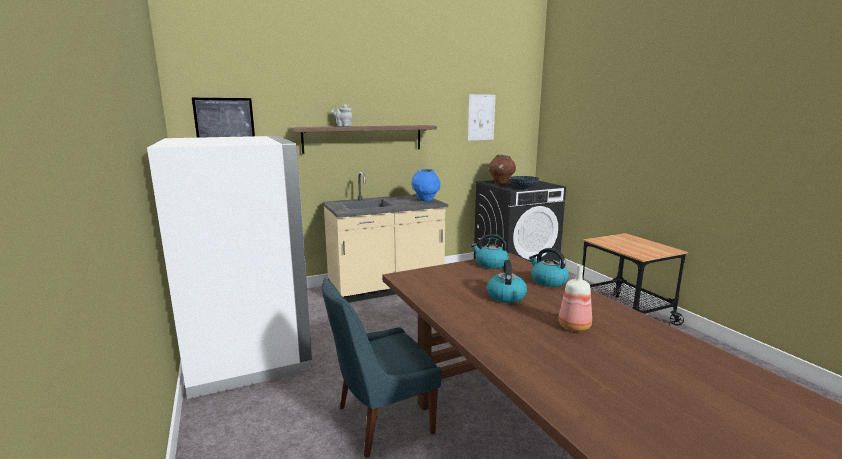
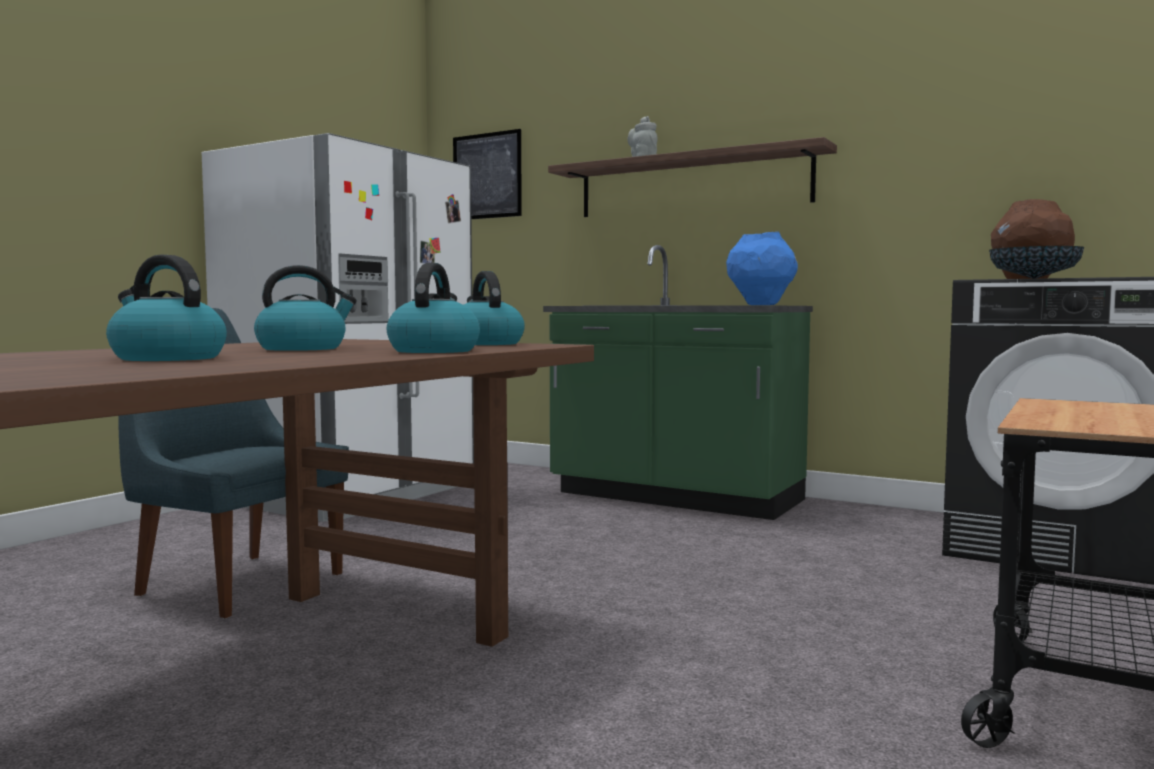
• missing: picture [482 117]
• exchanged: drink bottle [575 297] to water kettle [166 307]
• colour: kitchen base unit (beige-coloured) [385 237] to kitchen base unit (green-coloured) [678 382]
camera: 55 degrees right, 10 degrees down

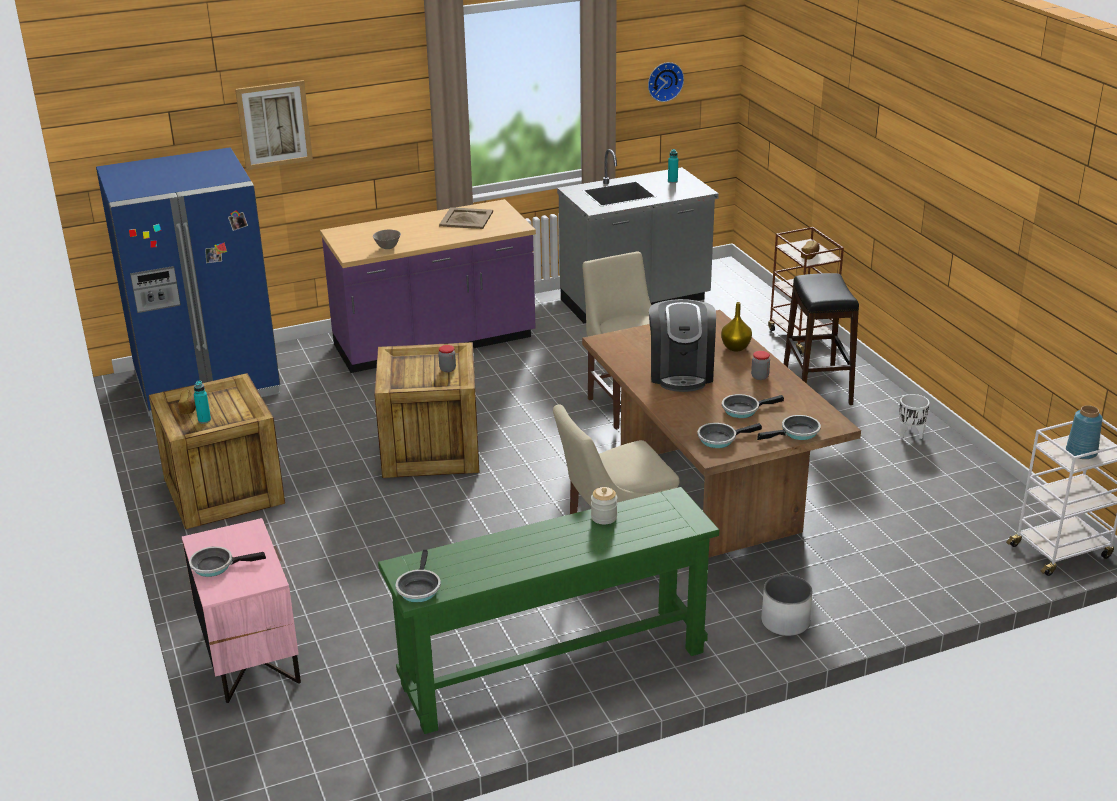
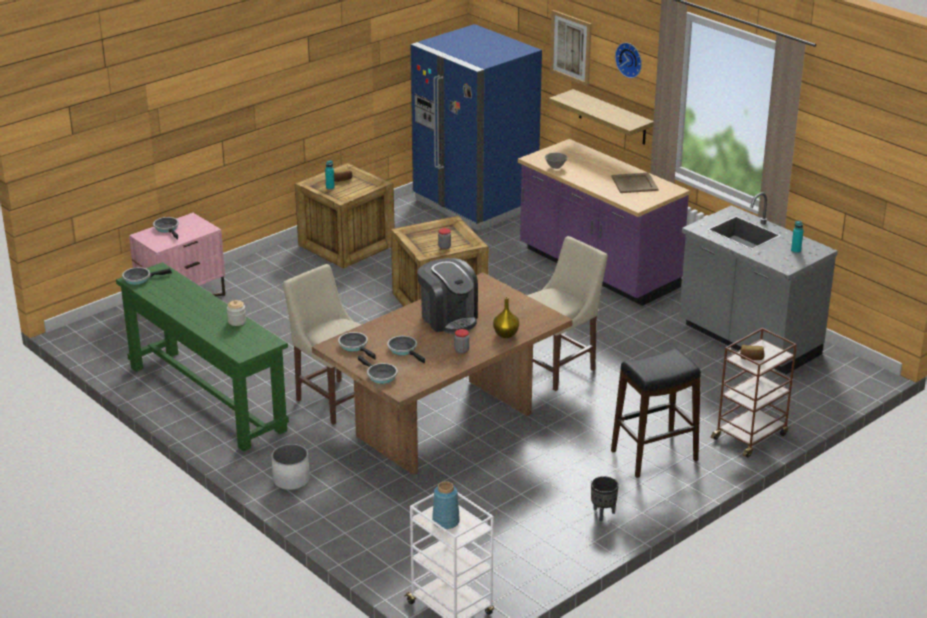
• appeared: shelf [601 117]
• relocated: clock on the wall [666 82] to [628 60]
• colour: planter (white) [914 416] to planter (black) [605 499]
• spun: coffee maker [682 345] = [447 296] 105 degrees counterclockwise
camera: 70 degrees right, 0 degrees up

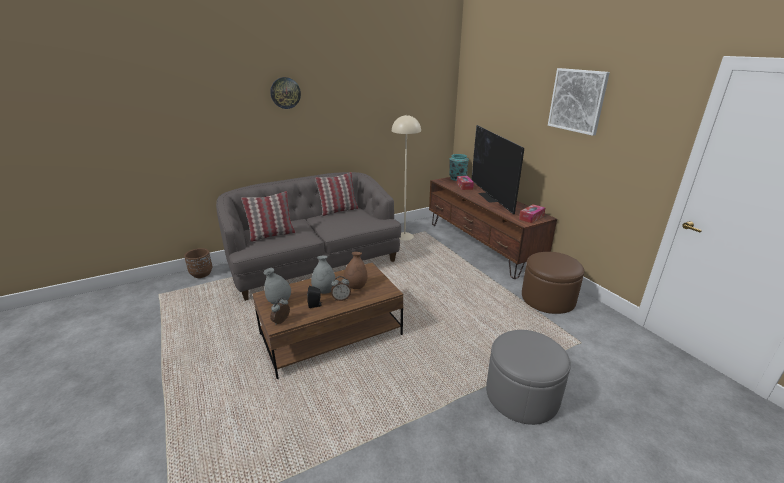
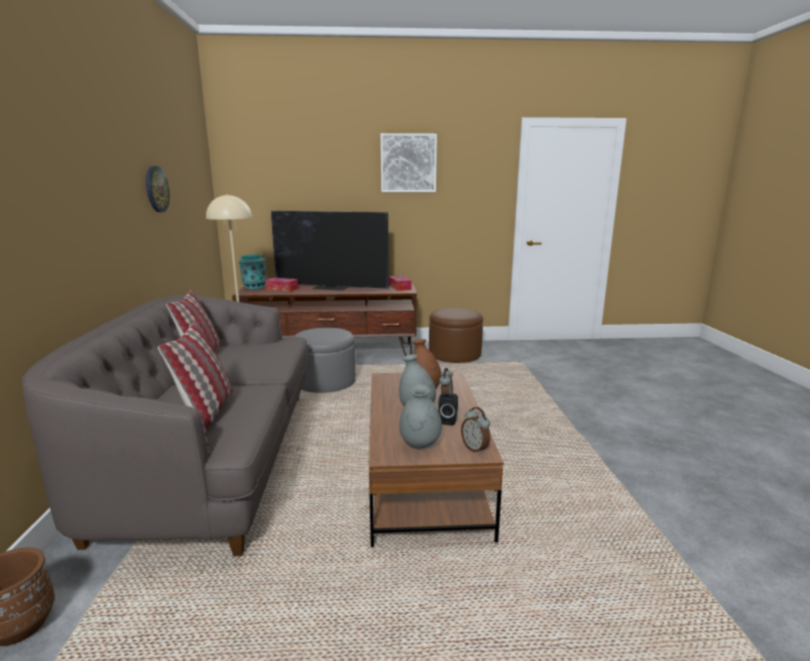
• relocated: clock on the wall [285 93] to [158 189]
• relocated: ottoman (gray) [528 377] to [325 360]
camera: 65 degrees left, 10 degrees down

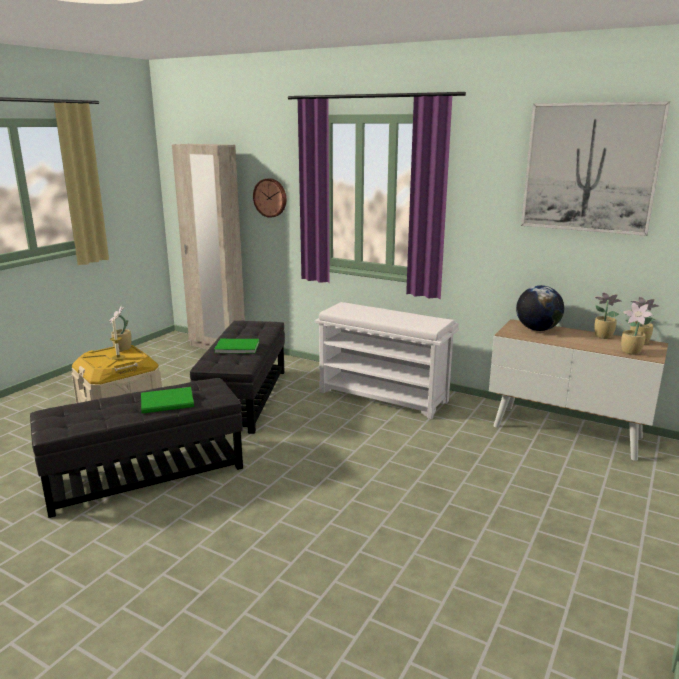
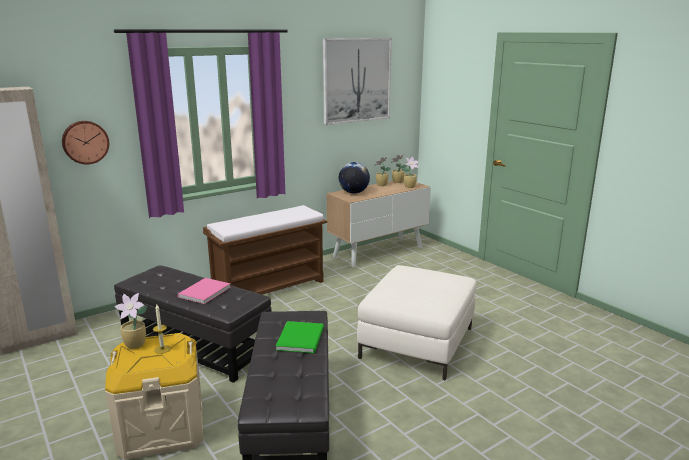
• appeared: ottoman (white) [417 323]
• colour: book (green-coloured) [236 346] to book (pinkish) [204 291]
• colour: indoor bench (white) [386 360] to indoor bench (brown-coloured) [265 250]
camera: 65 degrees left, 0 degrees up

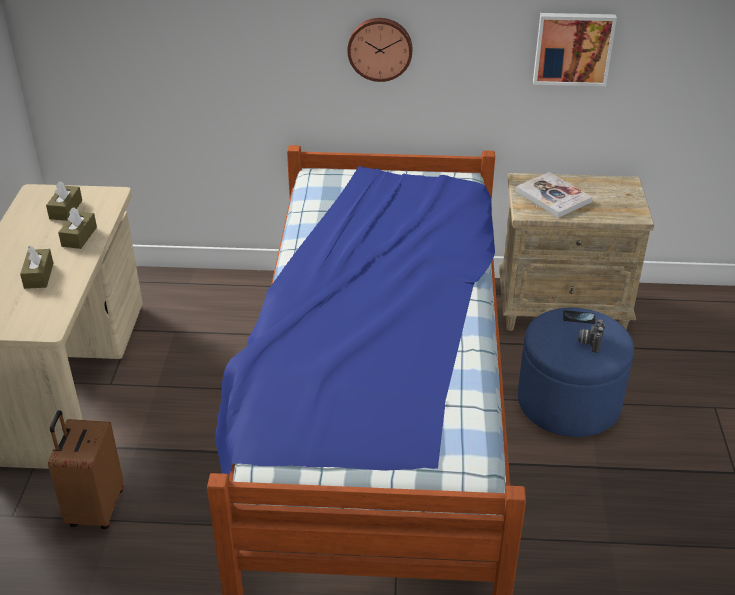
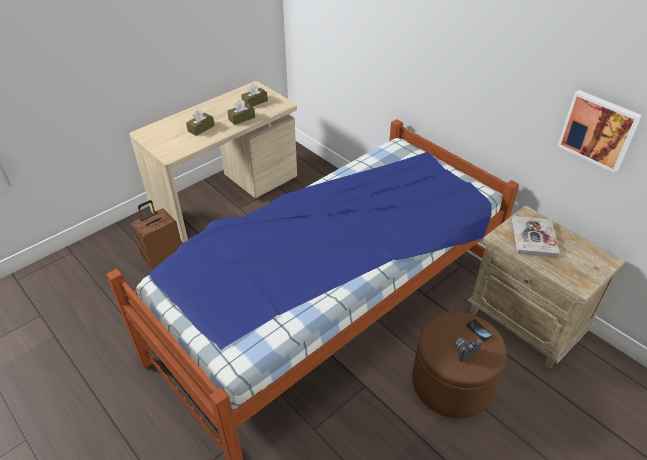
• missing: clock on the wall [379 50]
• colour: ottoman (blue-coloured) [576 372] to ottoman (brown-coloured) [459 365]
camera: 45 degrees right, 5 degrees up

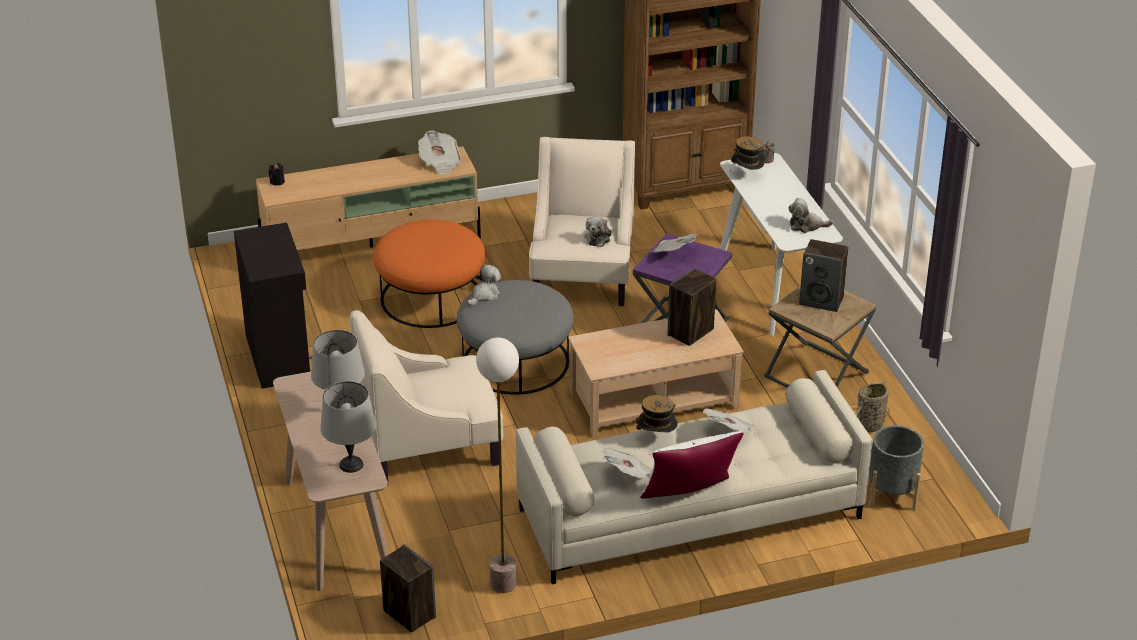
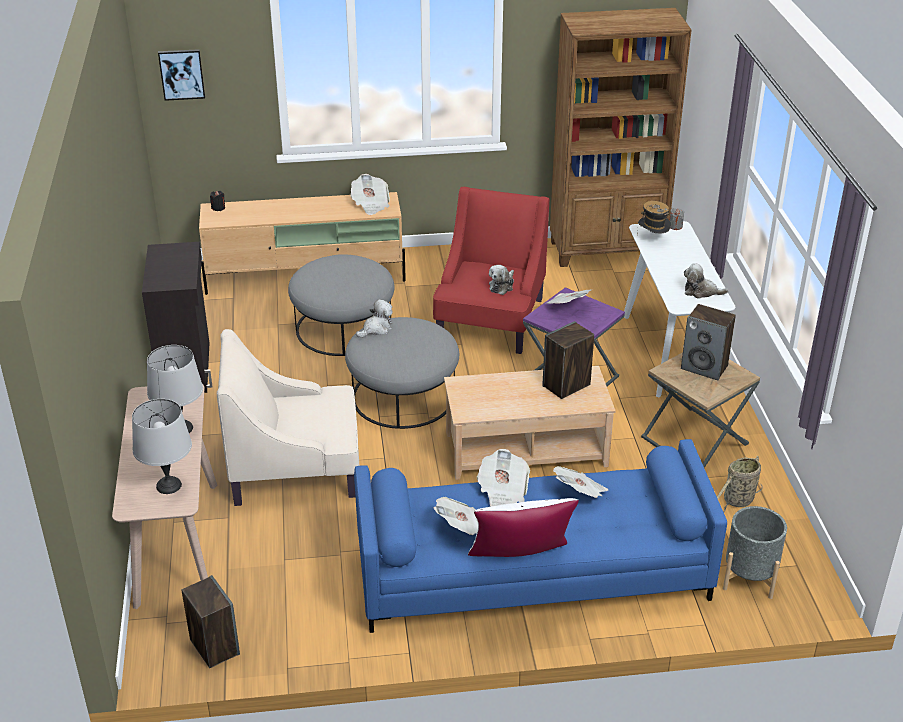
• missing: floor lamp [497 465]
• appeared: picture [181 75]
• exchanged: wearable hat [657 413] to printed paper [503 477]
• colour: ottoman (orange) [429 273] to ottoman (gray) [341 305]
• colour: settee (beige-coloured) [694 477] to settee (blue-coloured) [540 536]
• colour: armchair (beige-coloured) [582 221] to armchair (red) [491 270]
camera: 10 degrees right, 0 degrees up

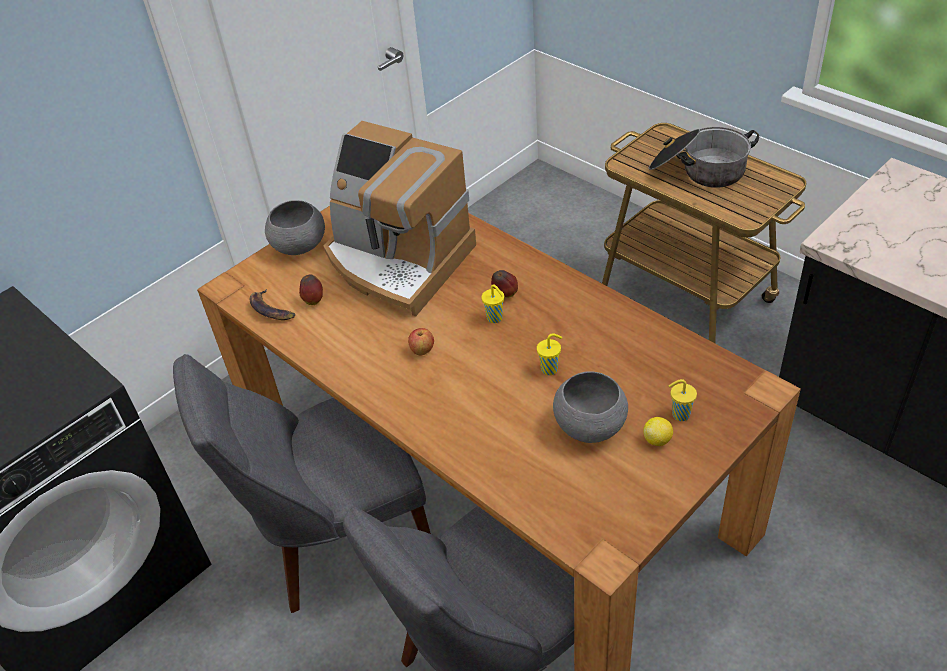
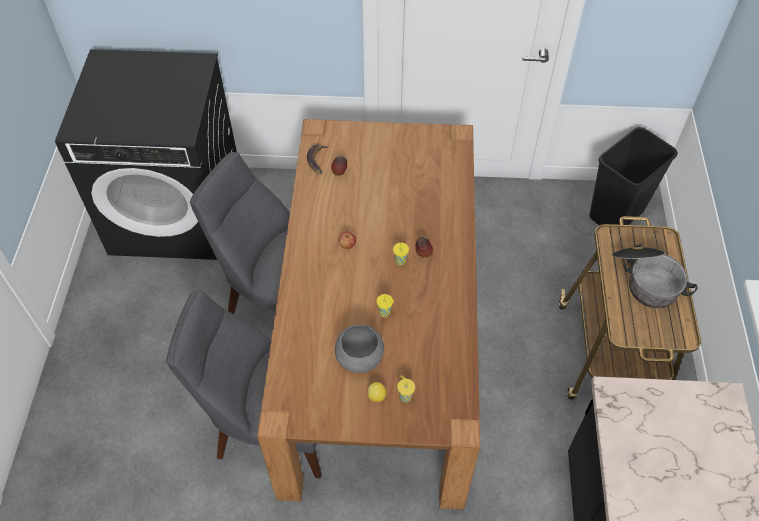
• missing: deep dish (gray) [295 227]
• missing: coffee maker [400 219]
• appeared: trash can (black) [633 180]
camera: 45 degrees right, 10 degrees up

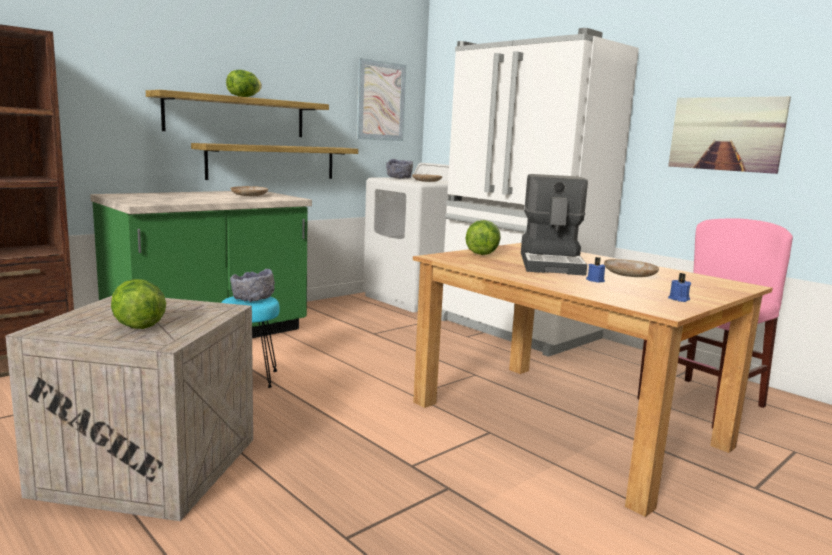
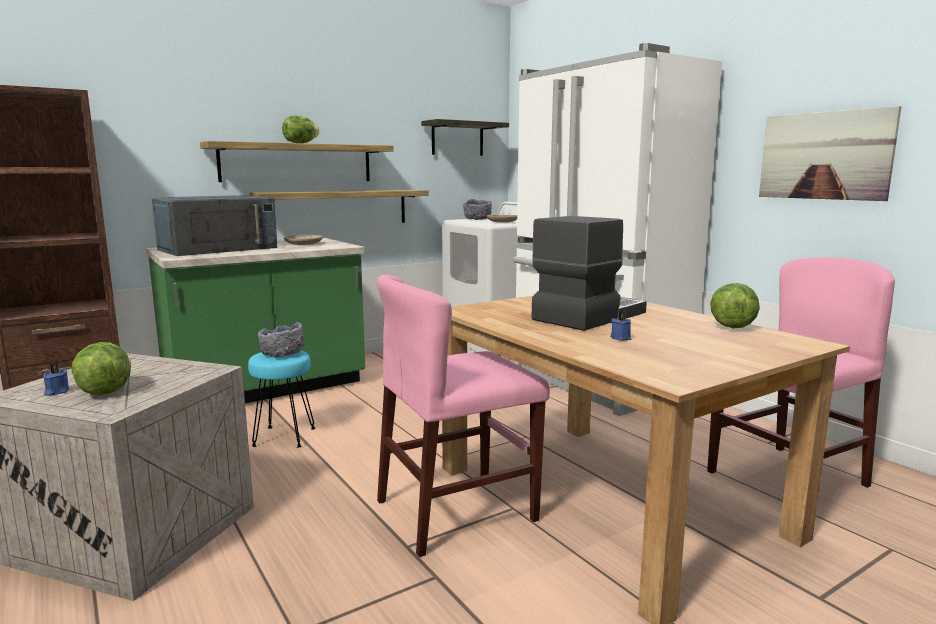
• missing: dinner plate (beige-coloured) [631 268]
• appeared: microwave oven (blue-coloured) [214 225]
• appeared: plain chair (pinkish) [463 415]
• relocated: lettuce head [483 237] to [735 305]
• relocated: wax light (blue-coloured) [679 287] to [56 379]
• exchanged: picture [381 99] to shelf [465 137]
• spun: coffee maker [554 225] = [589 273] 150 degrees counterclockwise
camera: 10 degrees right, 0 degrees up

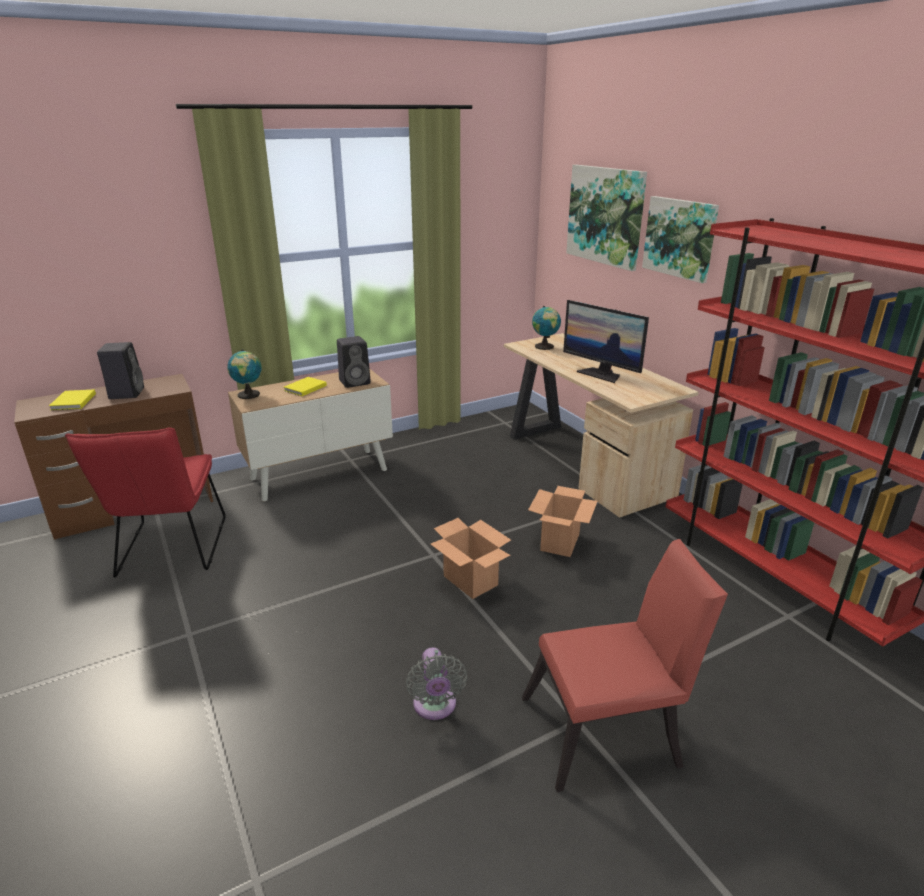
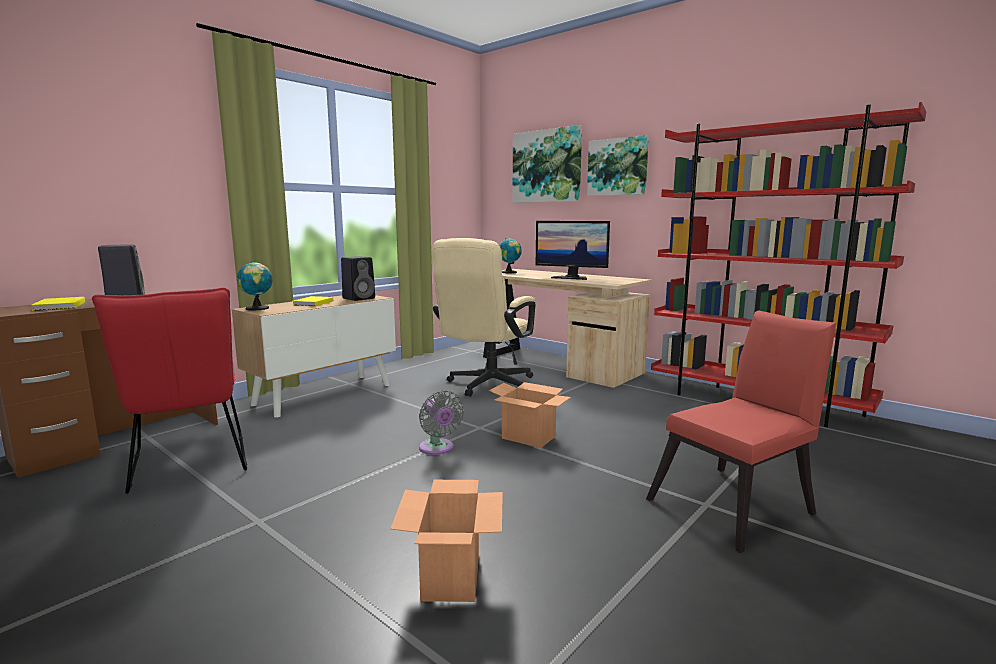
• appeared: computer chair (beige-coloured) [484 317]
• relocated: cooling fan (gray) [436 683] to [441 422]
• relocated: carton [563 521] to [447 541]
camera: 20 degrees left, 15 degrees down

